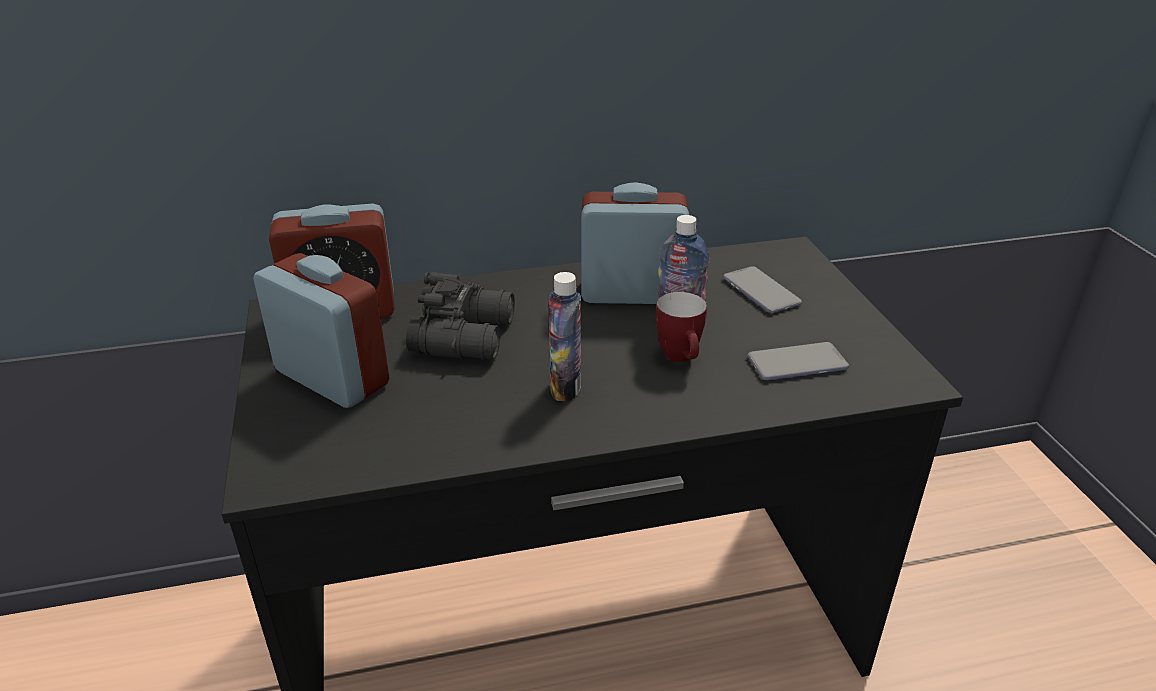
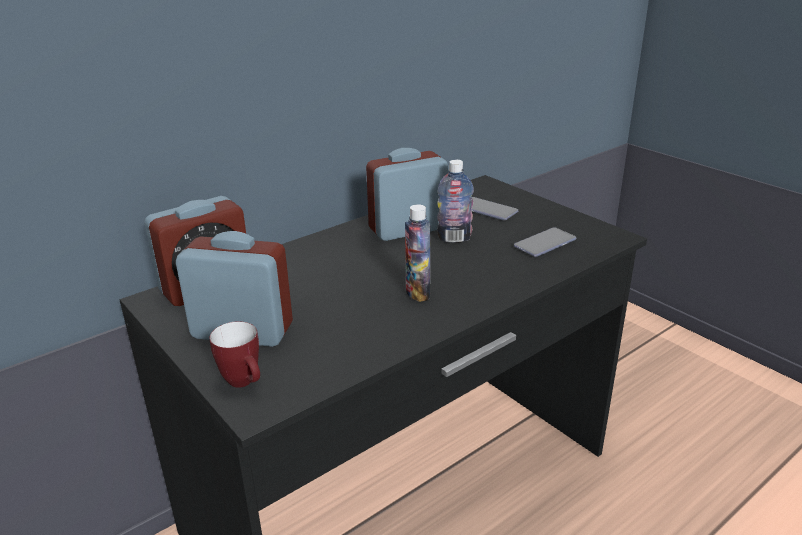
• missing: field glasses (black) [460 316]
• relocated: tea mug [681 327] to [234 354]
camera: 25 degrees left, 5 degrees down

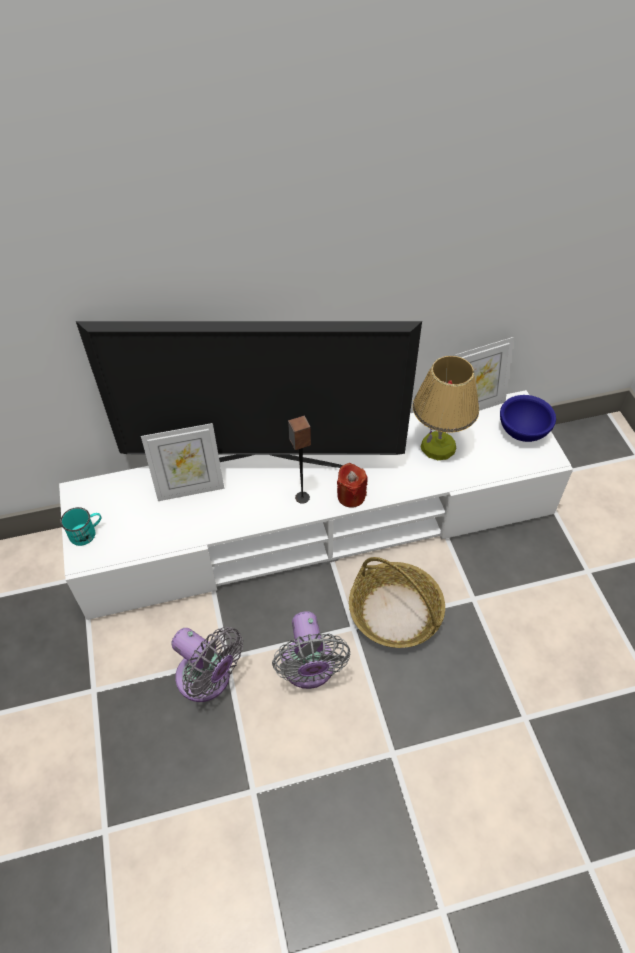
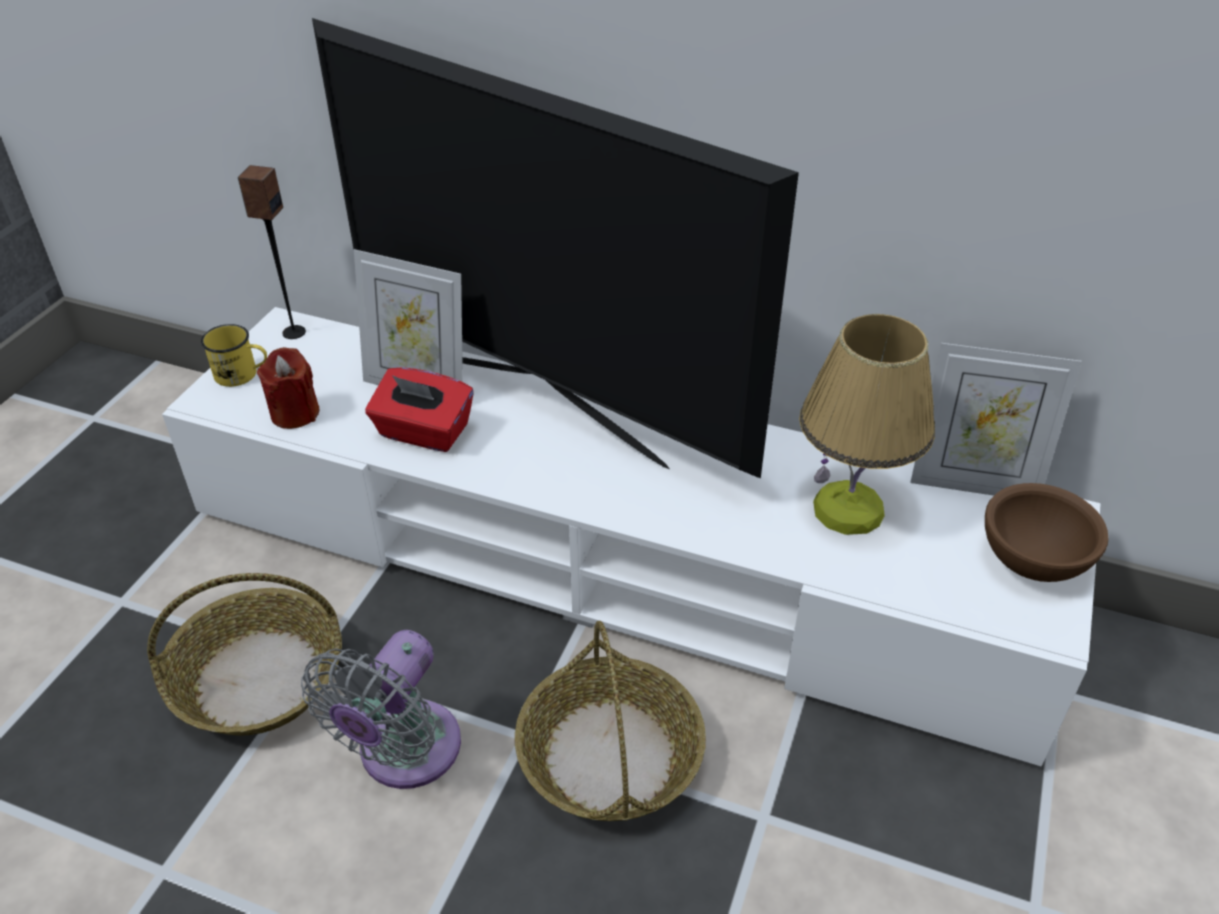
• appeared: tissue holder (red) [419 409]
• relocated: loudspeaker [299 460] to [272 252]
• relocated: wax light (red) [352 485] to [288 388]
• exchanged: cooling fan (gray) [207 664] to basket [244 654]
• colour: tea mug (blue-green) [80 526] to tea mug (yellowish) [234 355]
• colour: deep dish (blue-coloured) [528 418] to deep dish (brown-coloured) [1046 532]
camera: 35 degrees right, 10 degrees down

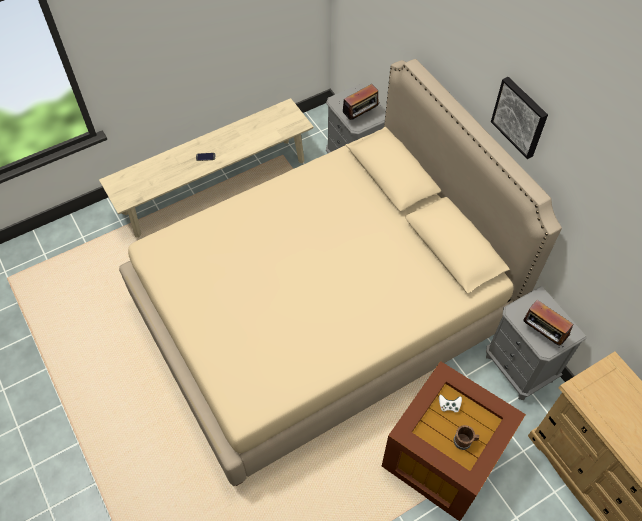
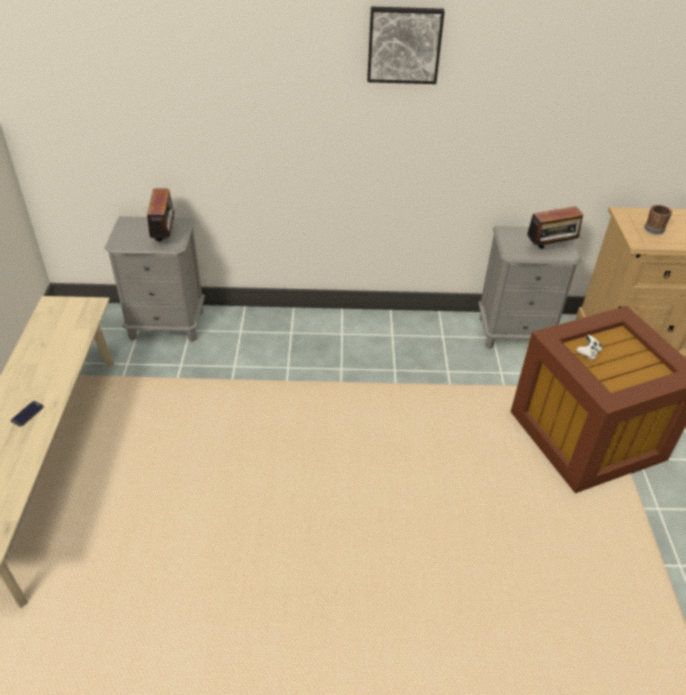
• missing: bed (beige-coloured) [340 272]
• relocated: tea mug (brown-coloured) [466 437] to [658 220]
camera: 60 degrees left, 15 degrees down

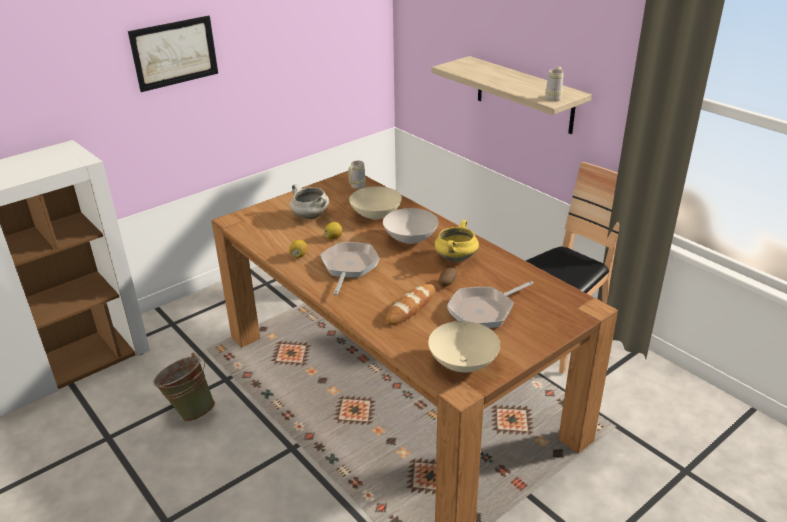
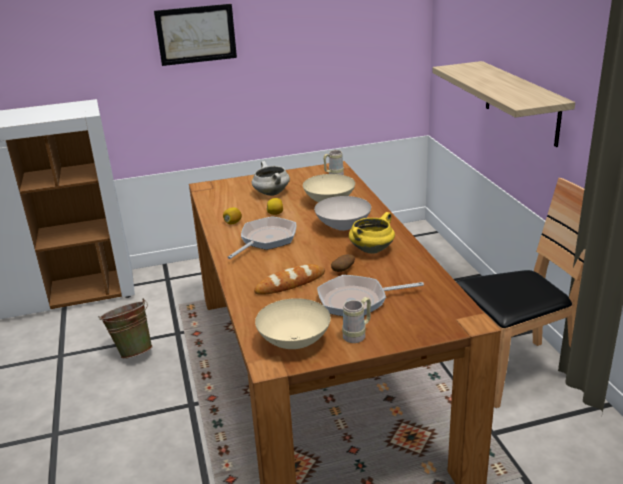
• relocated: tea mug (beige-coloured) [554 84] to [356 320]
camera: 25 degrees right, 5 degrees down

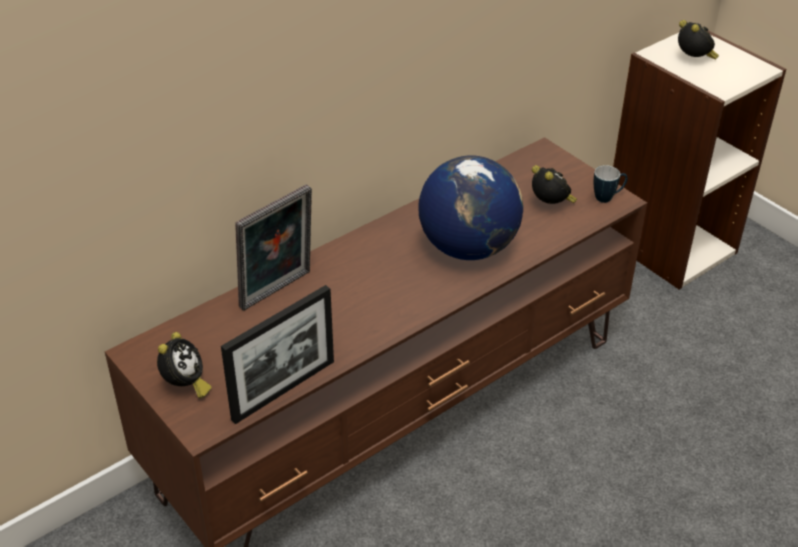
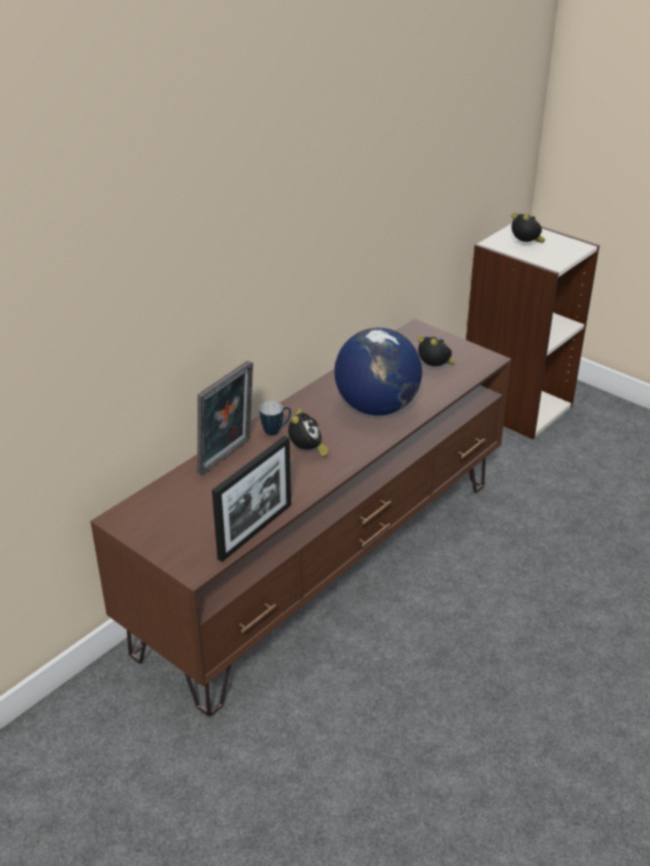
• relocated: alarm clock [184 365] to [308 433]
• relocated: tea mug [611 184] to [275 418]
camera: 10 degrees left, 5 degrees down

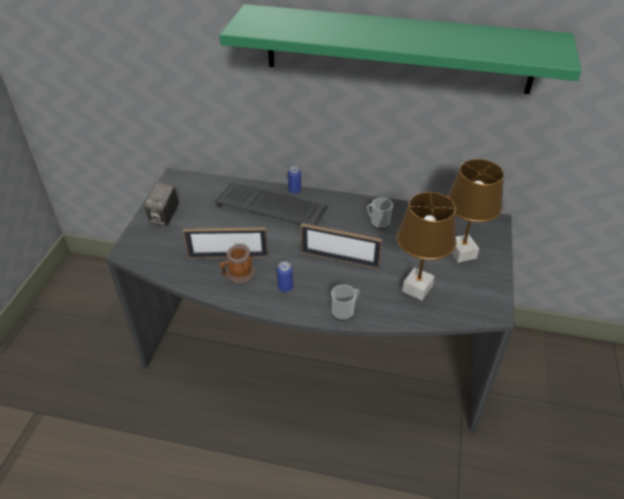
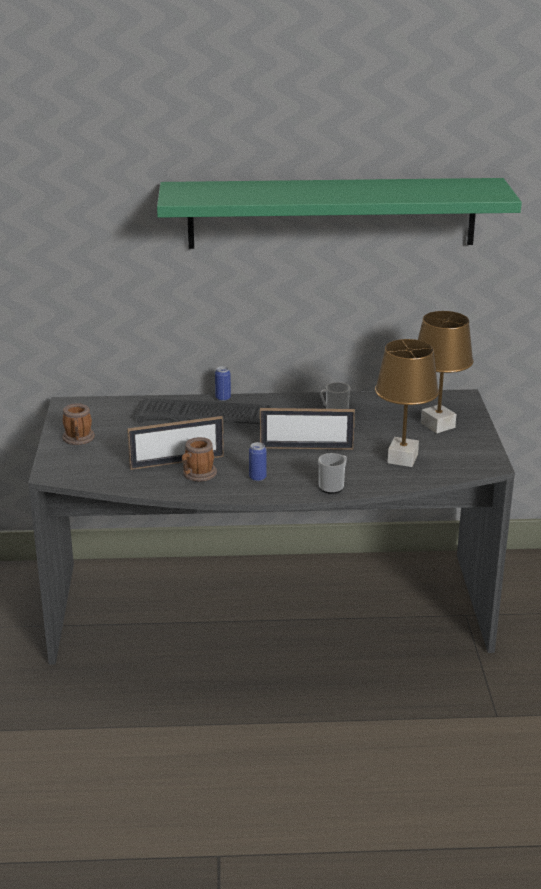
• exchanged: photo camera [161 204] to tea mug [78 424]
camera: 15 degrees left, 15 degrees down

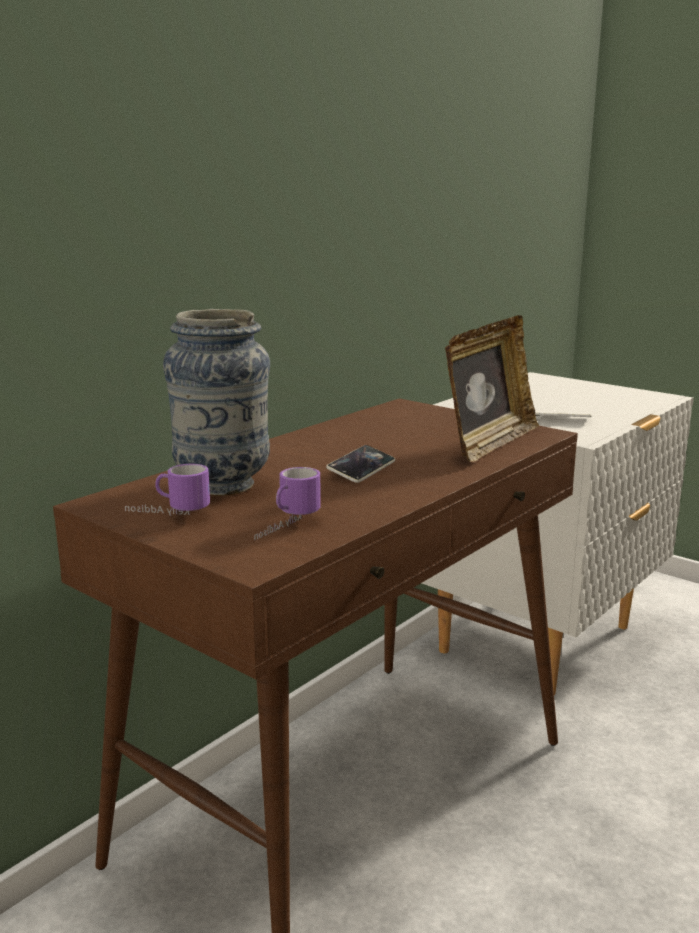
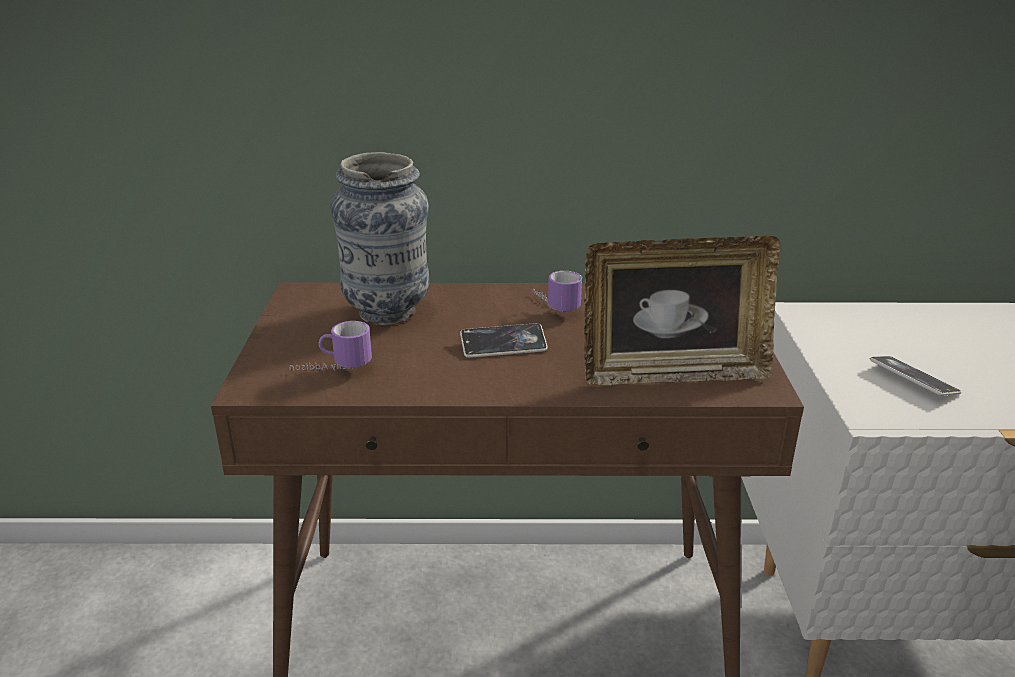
• relocated: tea mug [167 490] to [557 292]
camera: 50 degrees right, 10 degrees up

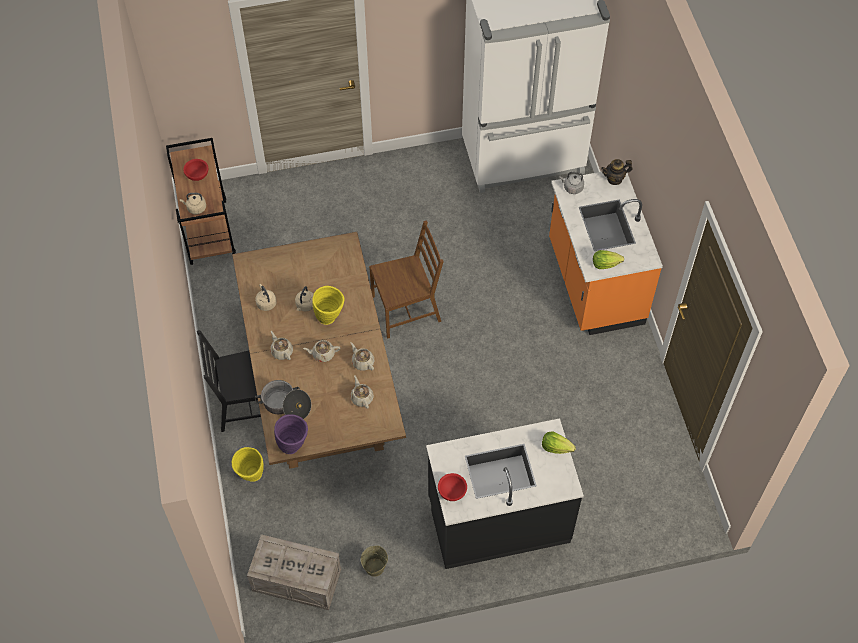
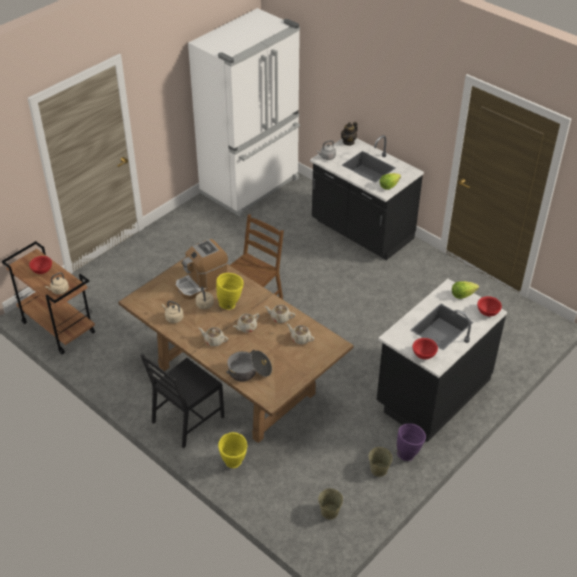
• appeared: coffee maker [201 269]
• appeared: deep dish (red) [489 306]
• relocated: decorative vase (purplish) [291 434] to [411 442]
• exchanged: shipping crate [294 572] to bucket (beige-coloured) [330 503]
• colour: kitchen base unit (orange) [606 253] to kitchen base unit (black) [367 197]
camera: 35 degrees left, 15 degrees down

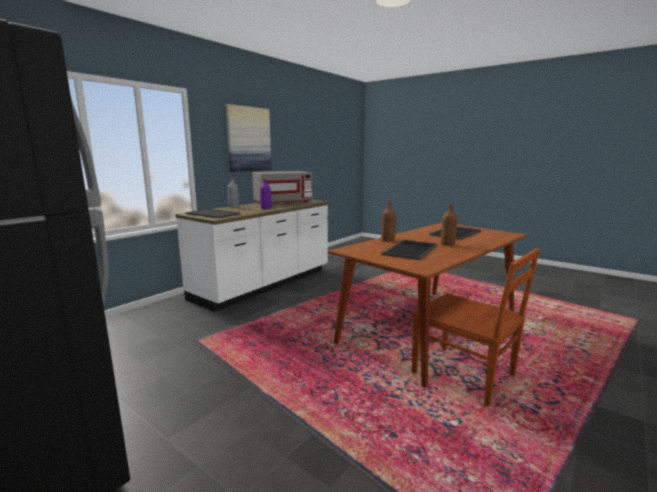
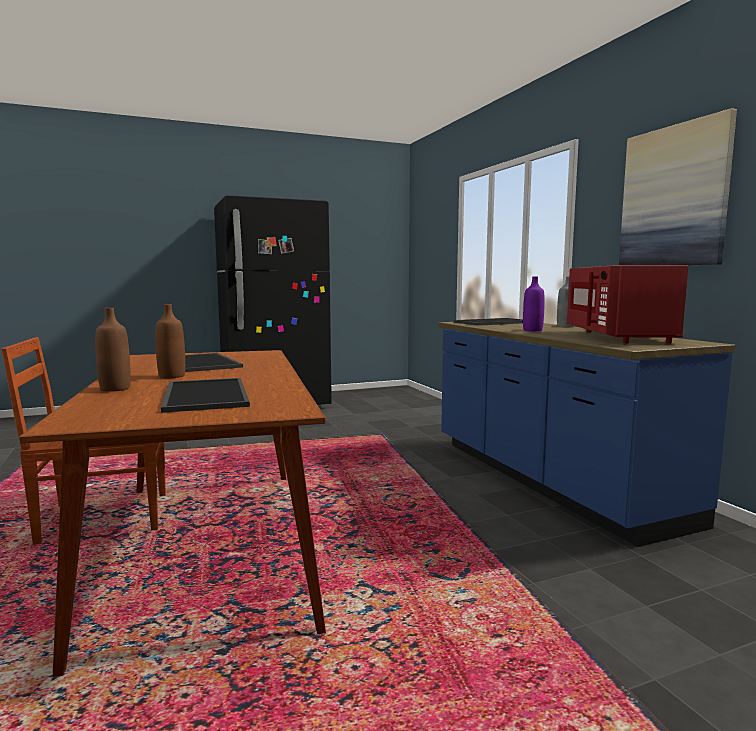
• relocated: drink bottle (brown-coloured) [388 222] to [113 350]
• colour: kitchen base unit (white) [253 256] to kitchen base unit (blue-coloured) [586 434]
• colour: microwave oven (gray) [282 187] to microwave oven (red) [627 304]
camera: 120 degrees right, 5 degrees down

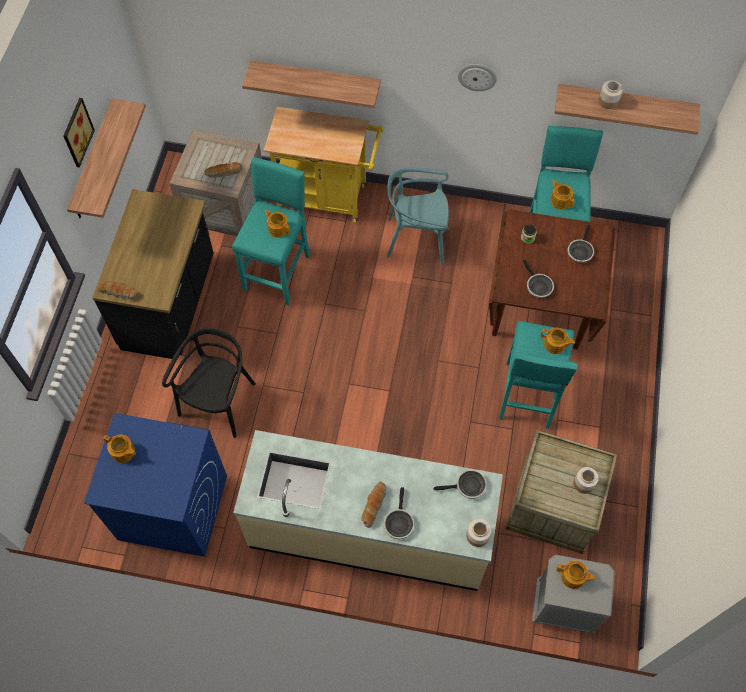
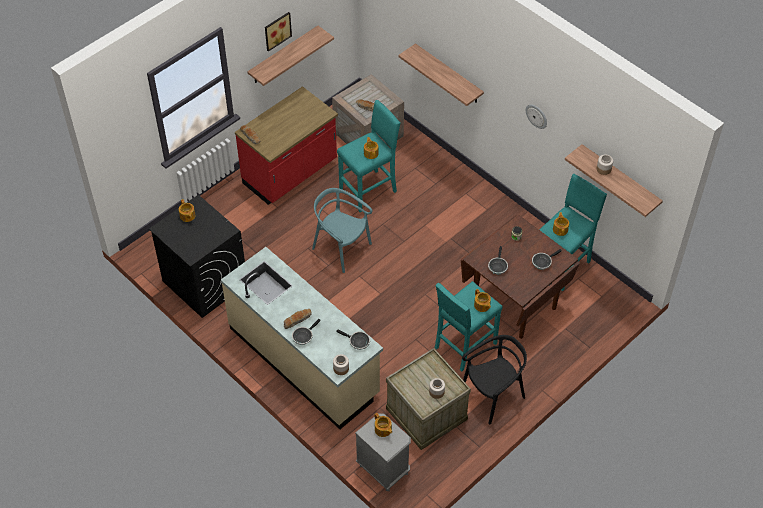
• missing: trolley (yellowish) [323 165]
• relocated: plain chair (black) [209 383] to [494 379]
• relocated: plain chair (blue-green) [418 216] to [342 230]
• colour: washing machine (blue-coloured) [155 485] to washing machine (black) [197 256]
• colour: kitchen base unit (black) [153 274] to kitchen base unit (red) [286 145]
camera: 35 degrees right, 10 degrees down

